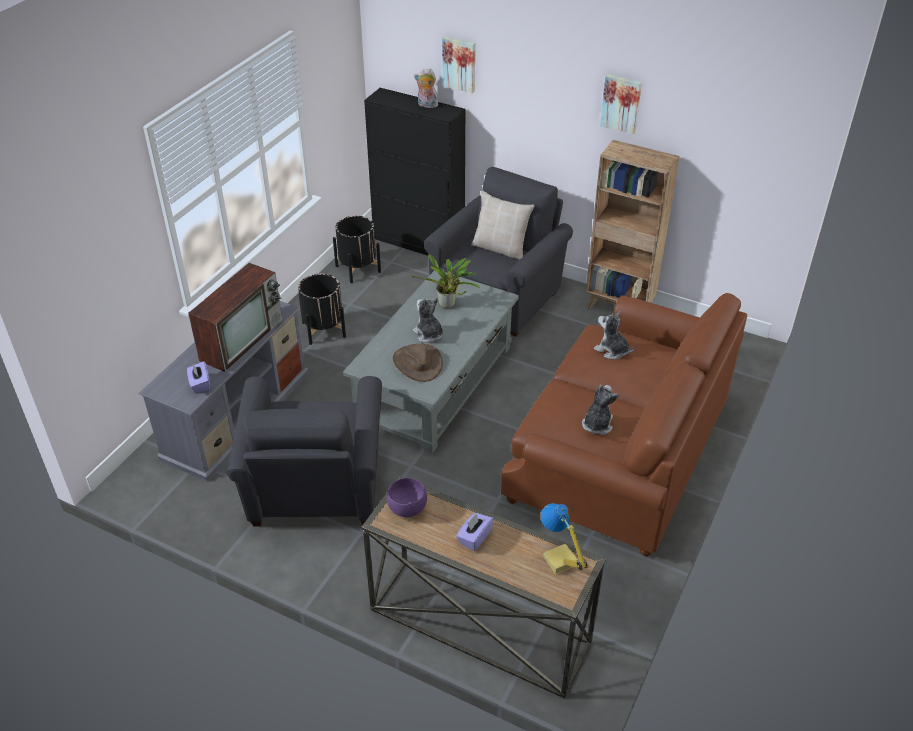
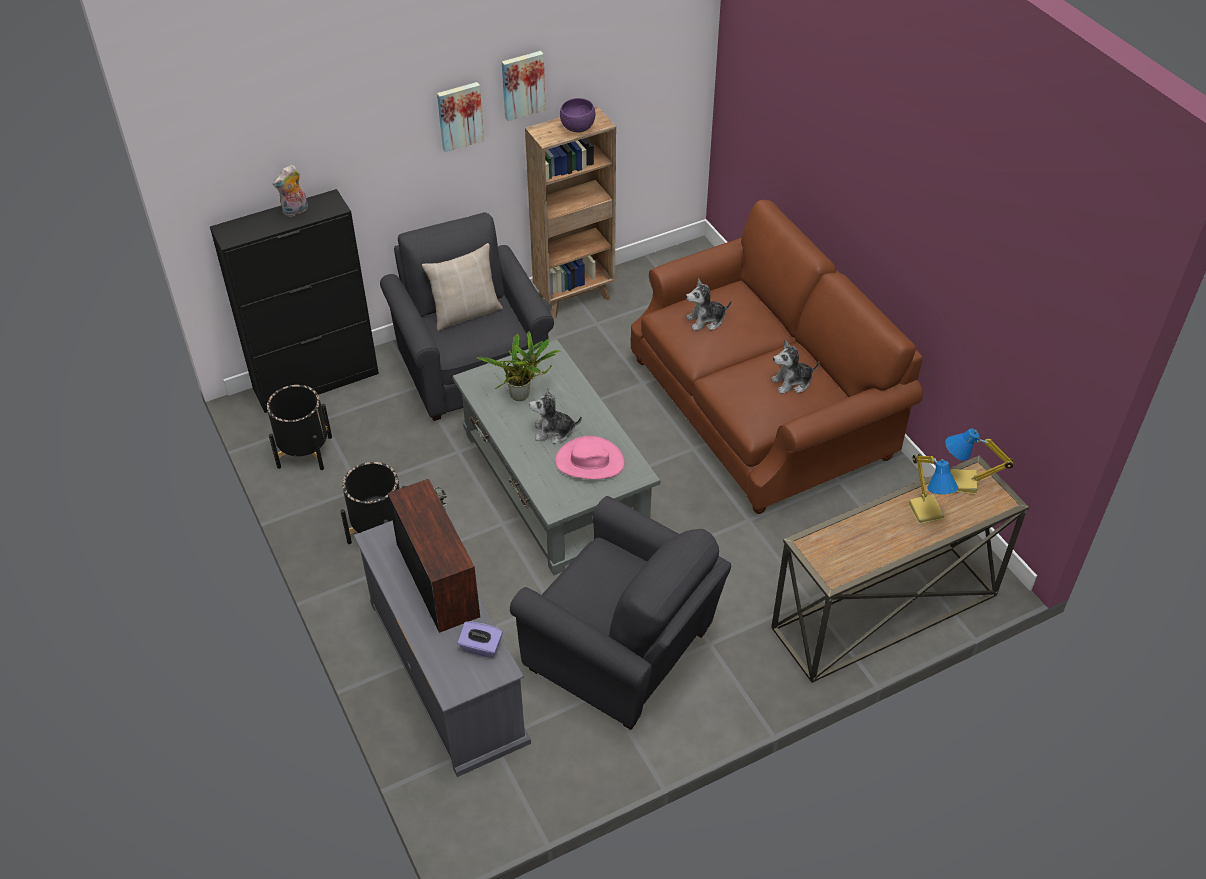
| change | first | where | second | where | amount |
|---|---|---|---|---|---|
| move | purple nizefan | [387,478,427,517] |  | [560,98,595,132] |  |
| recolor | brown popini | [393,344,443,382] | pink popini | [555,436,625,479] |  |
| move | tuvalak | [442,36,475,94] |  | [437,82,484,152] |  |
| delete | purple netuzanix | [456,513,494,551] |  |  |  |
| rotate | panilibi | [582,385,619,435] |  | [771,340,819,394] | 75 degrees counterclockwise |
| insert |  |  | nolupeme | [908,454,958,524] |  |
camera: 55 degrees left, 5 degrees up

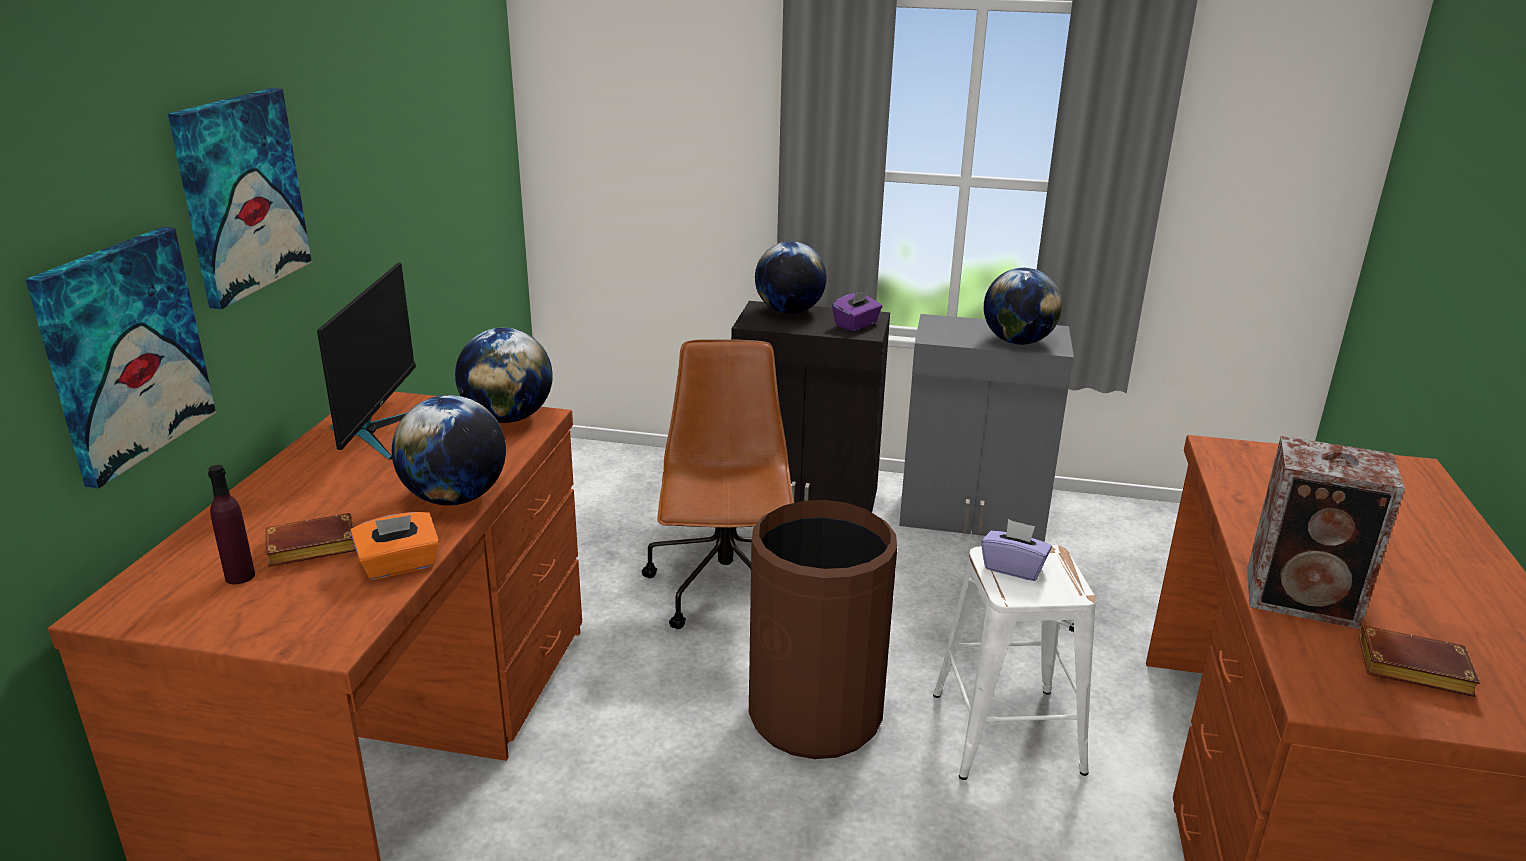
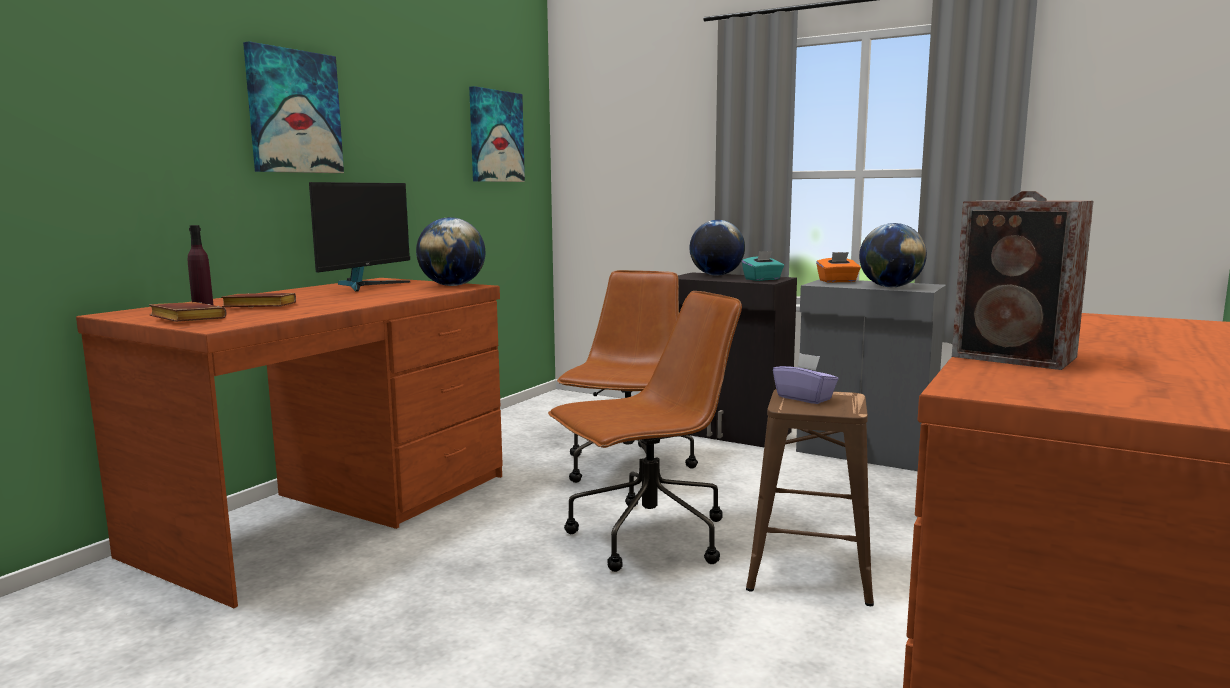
| change | first | where | second | where | amount |
|---|---|---|---|---|---|
| move | tuvalak | [25,227,216,489] |  | [469,86,525,182] |  |
| move | orange netuzanix | [351,512,439,580] |  | [816,252,861,283] |  |
| delete | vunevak | [392,395,506,505] |  |  |  |
| replace | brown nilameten | [749,500,897,759] | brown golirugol | [548,291,742,572] |  |
| recolor | purple netuzanix | [832,290,883,331] | turquoise netuzanix | [742,251,784,281] |  |
| recolor | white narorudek | [933,545,1096,780] | brown narorudek | [746,389,874,606] |  |
| move | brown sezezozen | [1359,625,1480,697] |  | [149,302,227,322] |  |
camera: 20 degrees right, 15 degrees down

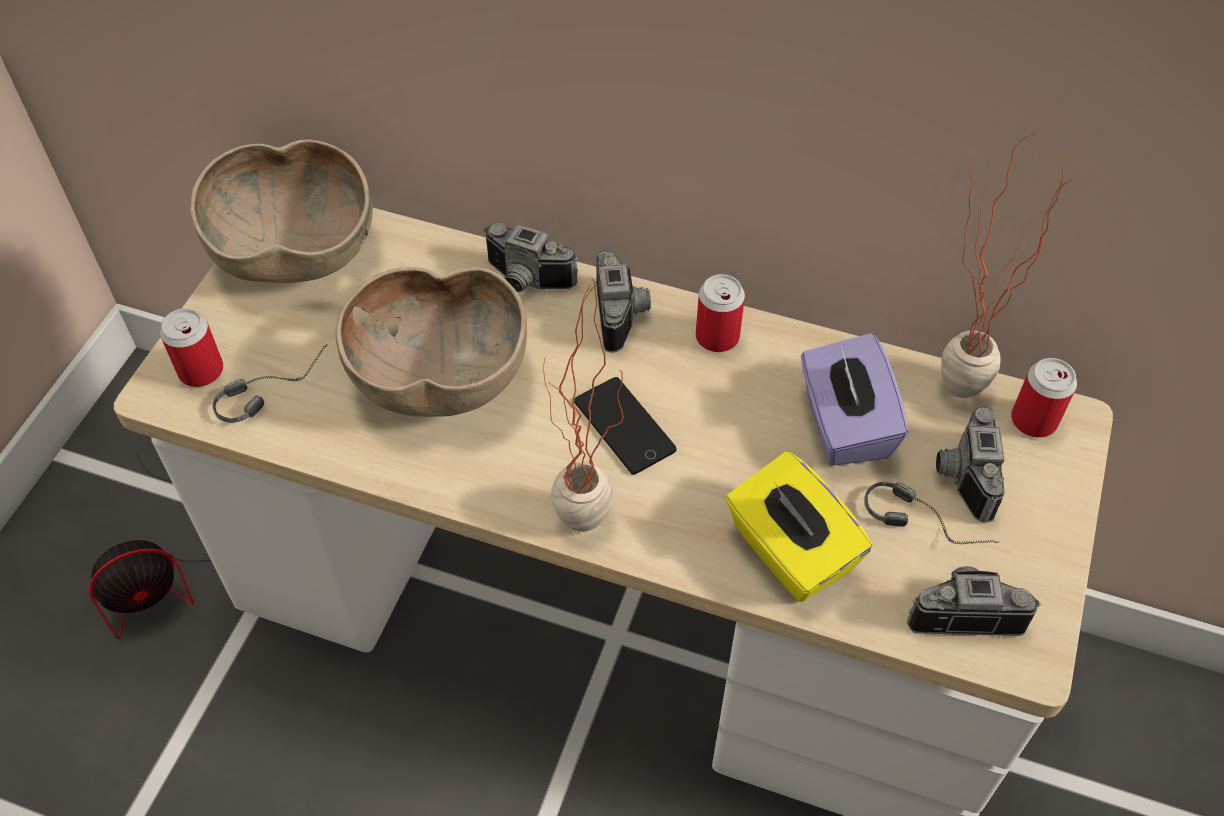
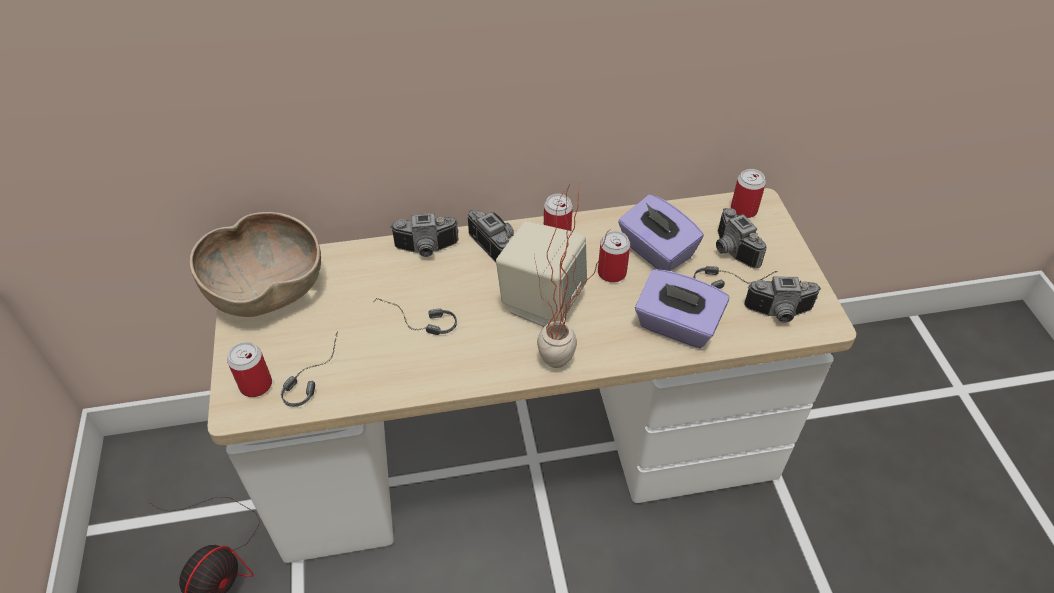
| change | first | where | second | where | amount |
|---|---|---|---|---|---|
| replace | brown nizefan | [336,267,527,417] | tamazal | [375,298,457,335] |  |
| replace | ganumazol | [574,377,677,475] | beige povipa | [496,221,587,327] |  |
| recolor | yellow netuzanix | [725,451,873,602] | purple netuzanix | [635,269,729,348] |  |
| rotate | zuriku | [907,566,1041,636] |  | [744,276,821,323] | 150 degrees counterclockwise |
| delete | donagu | [941,132,1071,398] |  |  |  |
| insert |  |  | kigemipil | [598,231,630,283] |  |
camera: 30 degrees left, 5 degrees down

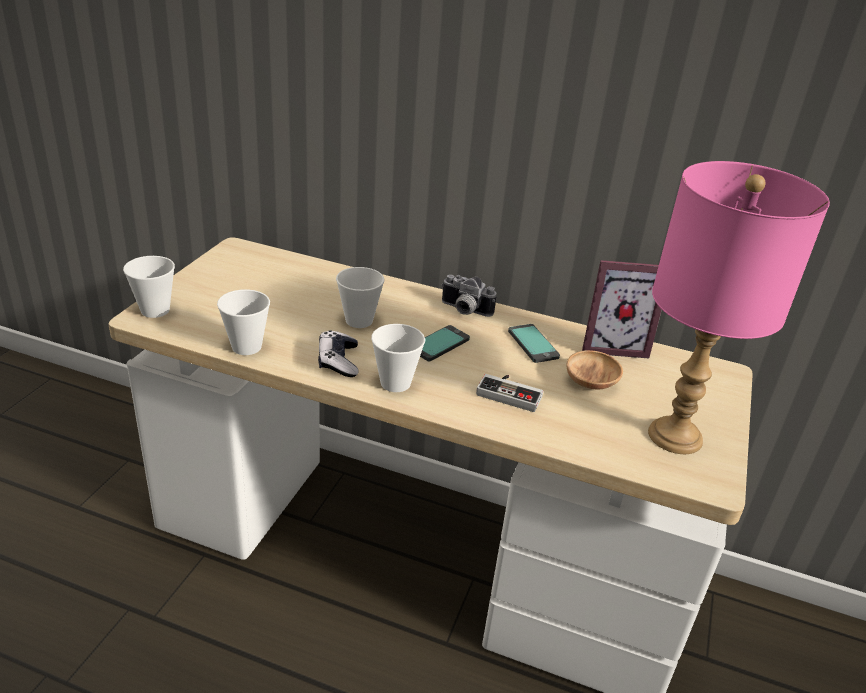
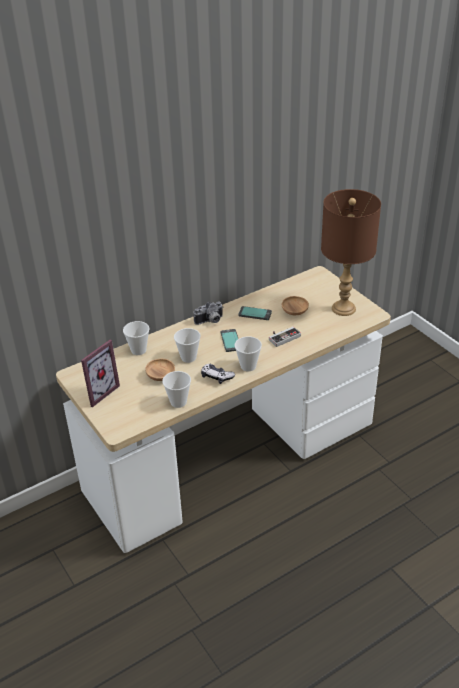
| change | first | where | second | where | amount |
|---|---|---|---|---|---|
| move | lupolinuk | [123,256,175,318] |  | [123,321,149,355] |  |
| move | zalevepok | [582,260,662,358] |  | [81,340,120,407] |  |
| recolor | pink nolupeme | [648,161,830,454] | brown nolupeme | [321,189,381,316] |  |
| insert |  |  | brown nizefan | [145,359,175,381] |  |
camera: 50 degrees left, 5 degrees up

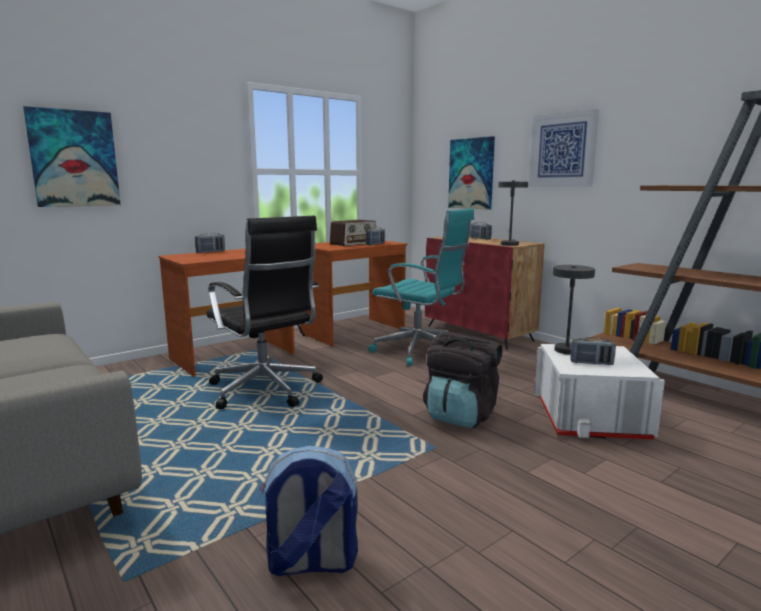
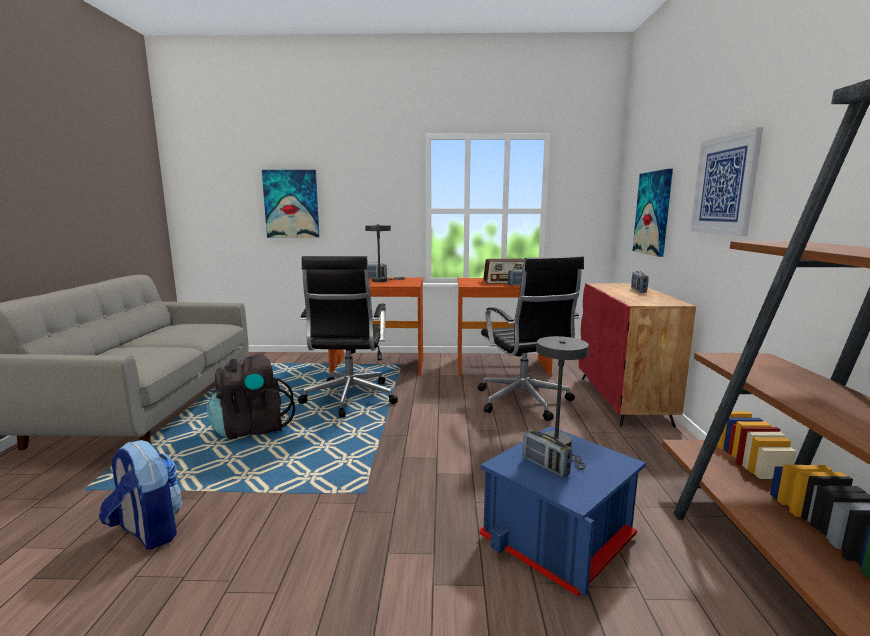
| change | first | where | second | where | amount |
|---|---|---|---|---|---|
| recolor | turquoise golirugol | [368,208,474,366] | black golirugol | [478,256,584,421] |  |
| move | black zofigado | [423,332,502,428] |  | [207,354,295,439] |  |
| move | grey nolupeme | [498,181,528,246] |  | [365,224,405,282] |  |
| recolor | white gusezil | [535,344,665,439] | blue gusezil | [479,426,646,596] |  |
camera: 40 degrees right, 0 degrees up

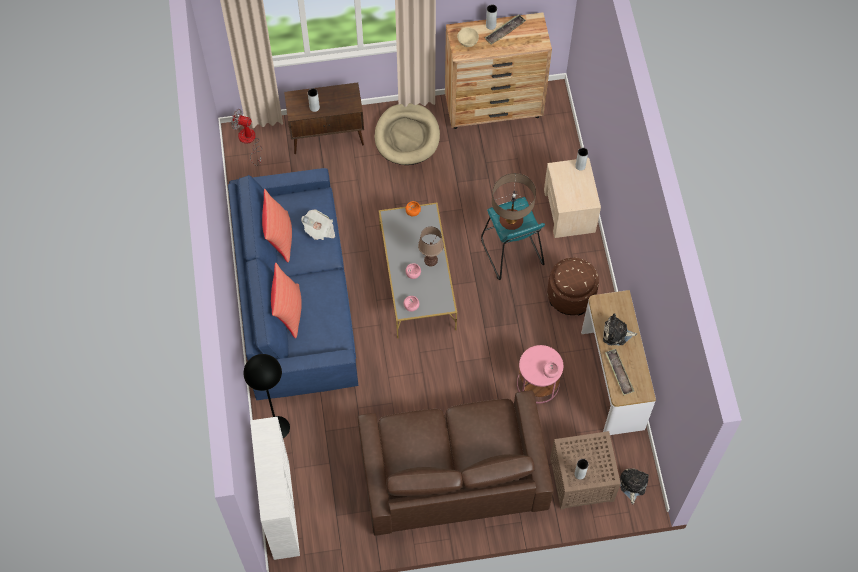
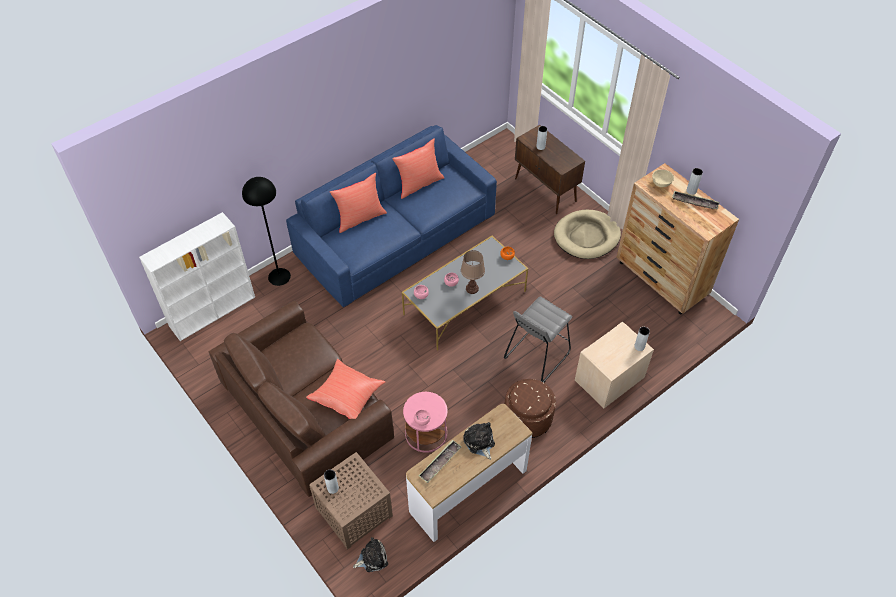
| change | first | where | second | where | amount |
|---|---|---|---|---|---|
| delete | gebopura | [231,109,262,166] |  |  |  |
| delete | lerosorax | [301,210,335,240] |  |  |  |
| recolor | turquoise narorudek | [481,197,545,280] | grey narorudek | [504,296,572,383] |  |
| delete | nolupeme | [492,173,536,230] |  |  |  |
| insert |  |  | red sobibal | [306,359,385,419] |  |
camera: 60 degrees right, 10 degrees down

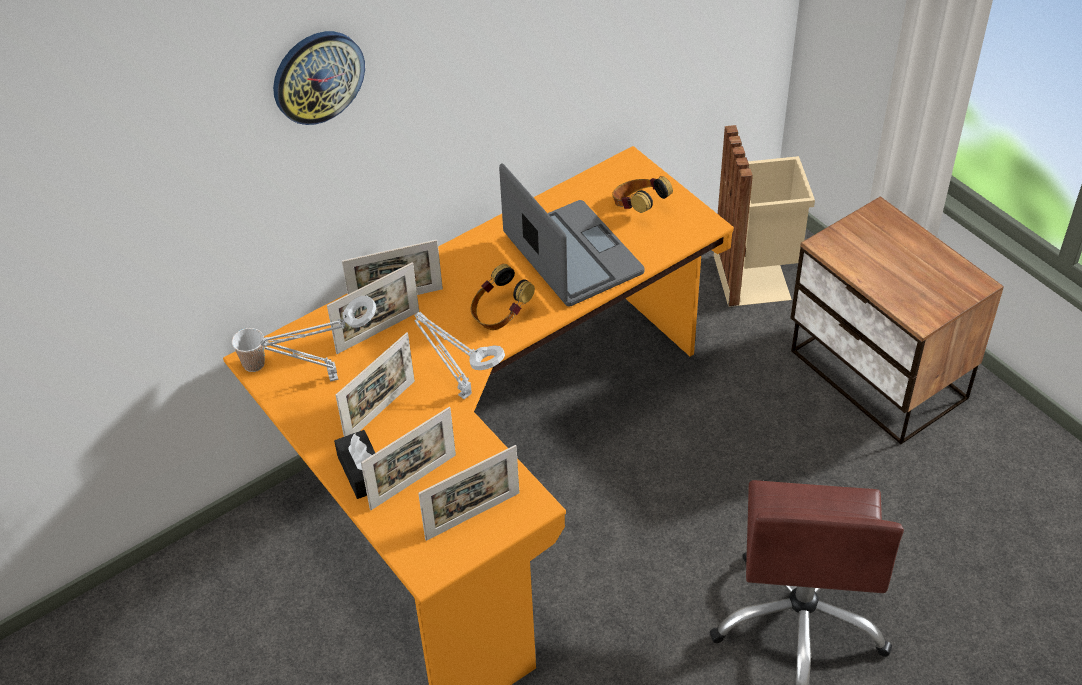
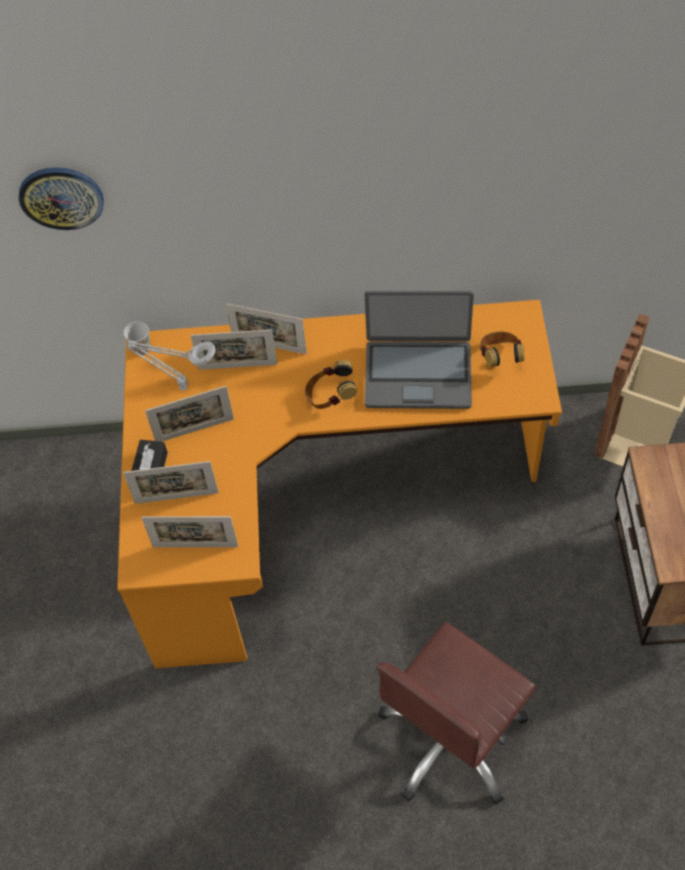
| change | first | where | second | where | amount |
|---|---|---|---|---|---|
| move | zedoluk | [273,31,365,125] |  | [18,167,104,230] |  |
| delete | grey nolupeme | [415,312,505,399] |  |  |  |
| rotate | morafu | [499,163,645,307] |  | [365,291,474,409] | 90 degrees clockwise |
camera: 35 degrees right, 10 degrees up

